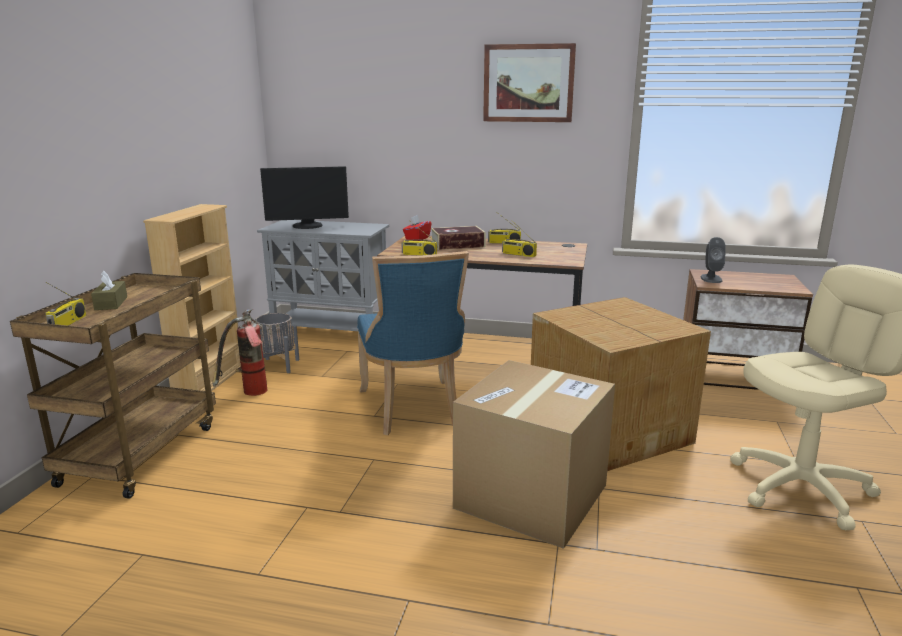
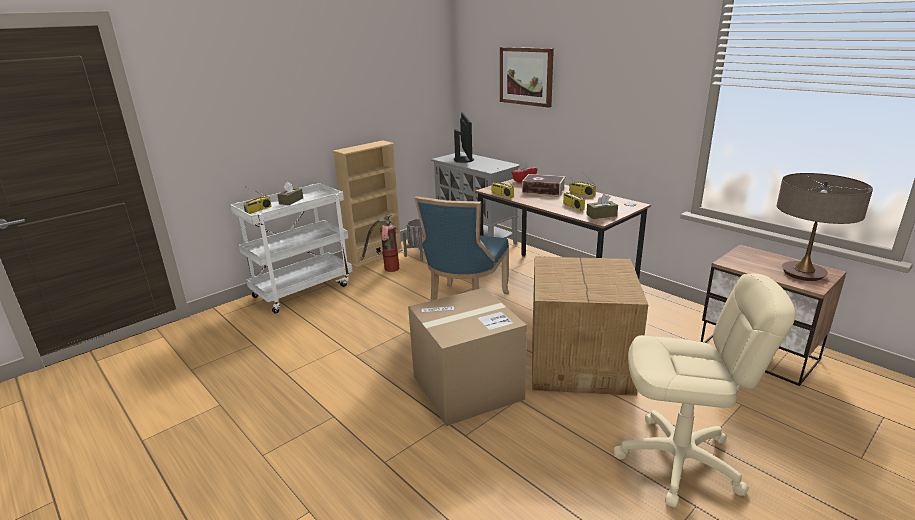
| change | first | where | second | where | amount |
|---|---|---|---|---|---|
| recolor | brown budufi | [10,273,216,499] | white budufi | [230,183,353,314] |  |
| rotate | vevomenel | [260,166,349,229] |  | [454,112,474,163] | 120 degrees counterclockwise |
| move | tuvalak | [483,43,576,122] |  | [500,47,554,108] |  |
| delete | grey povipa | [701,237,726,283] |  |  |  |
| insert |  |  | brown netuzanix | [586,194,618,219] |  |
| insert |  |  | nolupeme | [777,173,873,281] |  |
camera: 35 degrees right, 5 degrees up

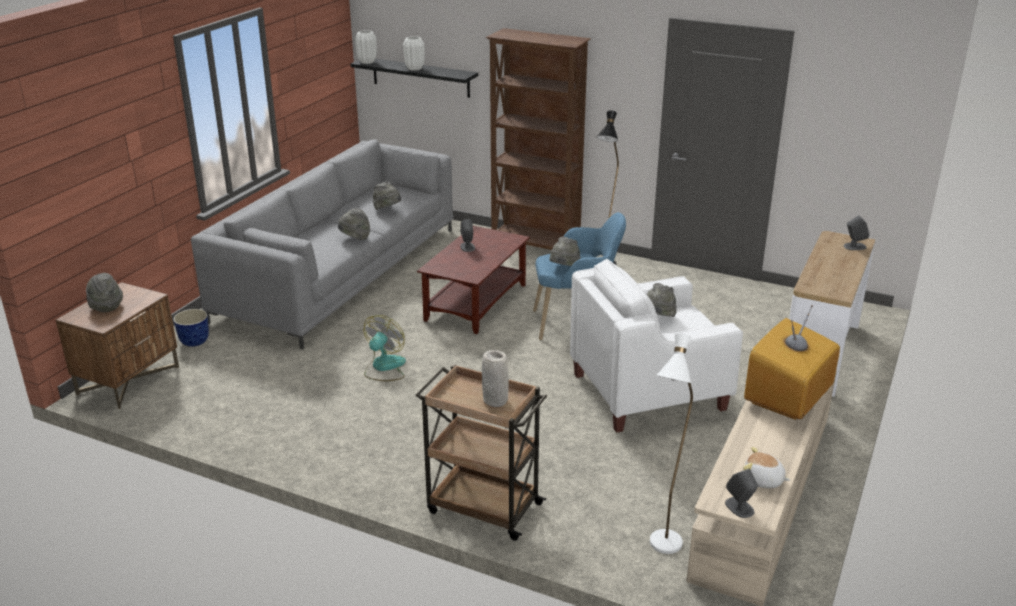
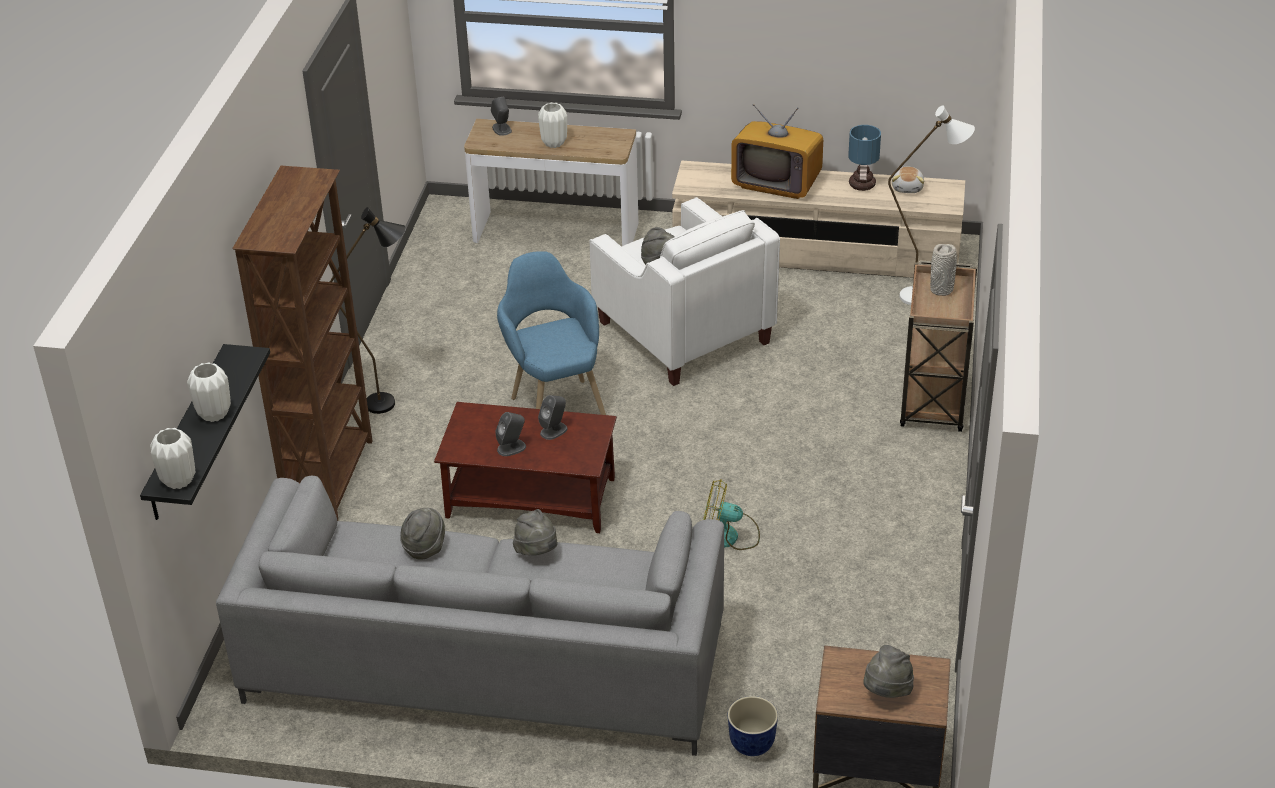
| change | first | where | second | where | amount |
|---|---|---|---|---|---|
| delete | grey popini | [550,236,581,266] |  |  |  |
| move | grey povipa | [725,468,758,518] |  | [538,395,568,440] |  |
| insert |  |  | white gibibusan | [538,103,567,148] |  |
| insert |  |  | nolupeme | [848,125,881,191] |  |
camera: 105 degrees left, 10 degrees up

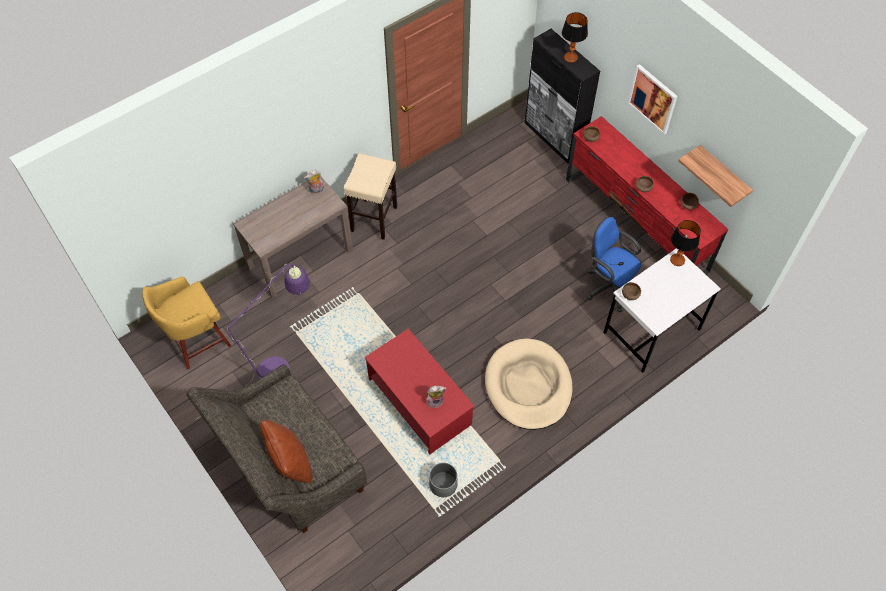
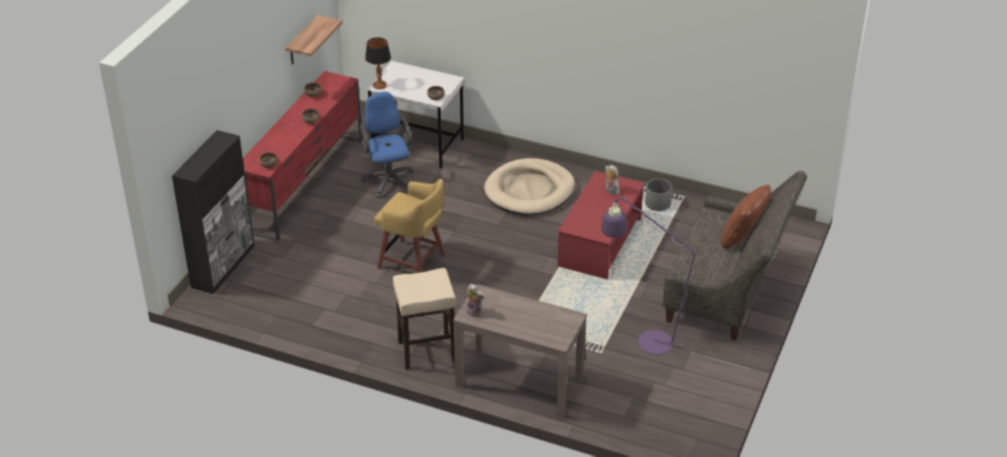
| change | first | where | second | where | amount |
|---|---|---|---|---|---|
| move | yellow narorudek | [142,277,231,369] |  | [374,179,445,273] |  |
| delete | nolupeme | [562,12,588,63] |  |  |  |
| rotate | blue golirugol | [587,216,641,312] |  | [360,92,414,198] | 150 degrees clockwise |
| delete | tuvalak | [628,64,678,134] |  |  |  |
camera: 120 degrees left, 20 degrees down

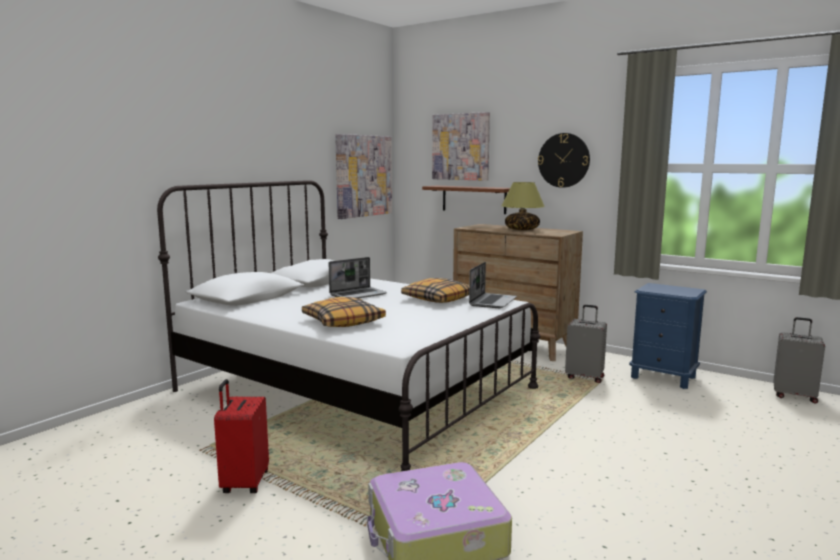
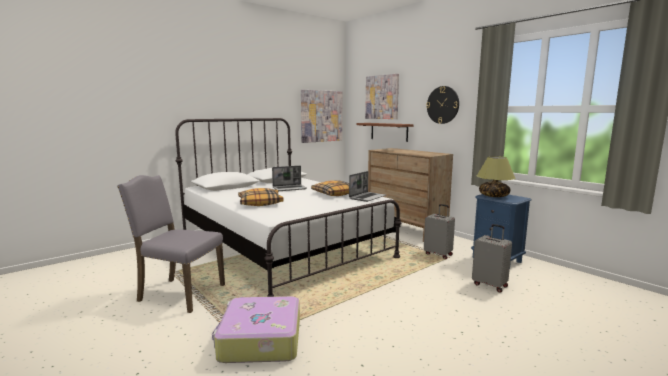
| change | first | where | second | where | amount |
|---|---|---|---|---|---|
| replace | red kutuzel | [214,379,269,493] | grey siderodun | [117,175,225,313] |  |
| move | nolupeme | [502,182,545,230] |  | [477,156,516,197] |  |
| move | grey kutuzel | [773,317,825,404] |  | [472,224,512,293] |  |
camera: 15 degrees right, 0 degrees up

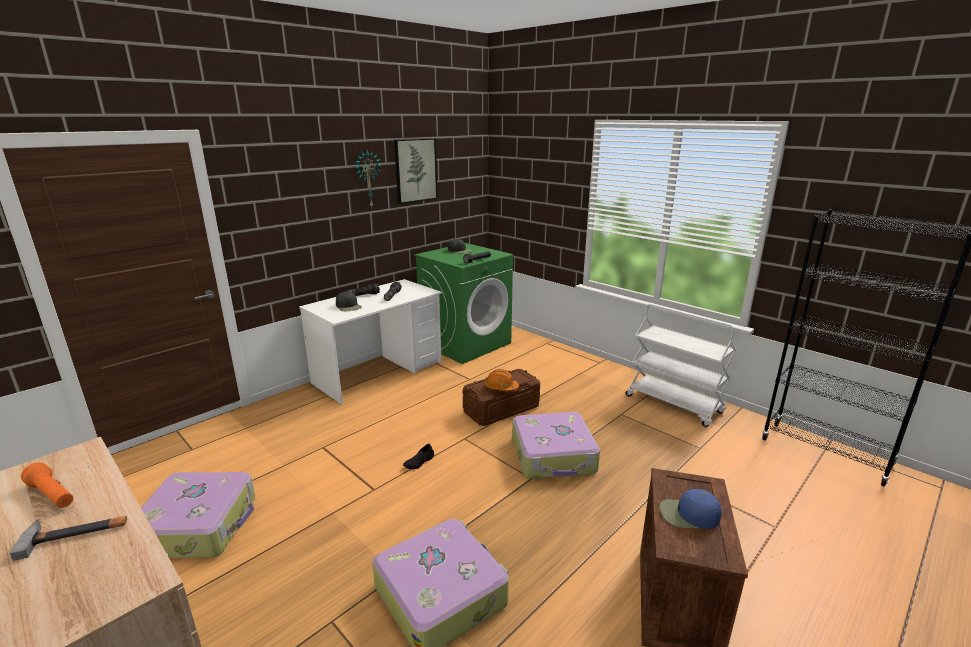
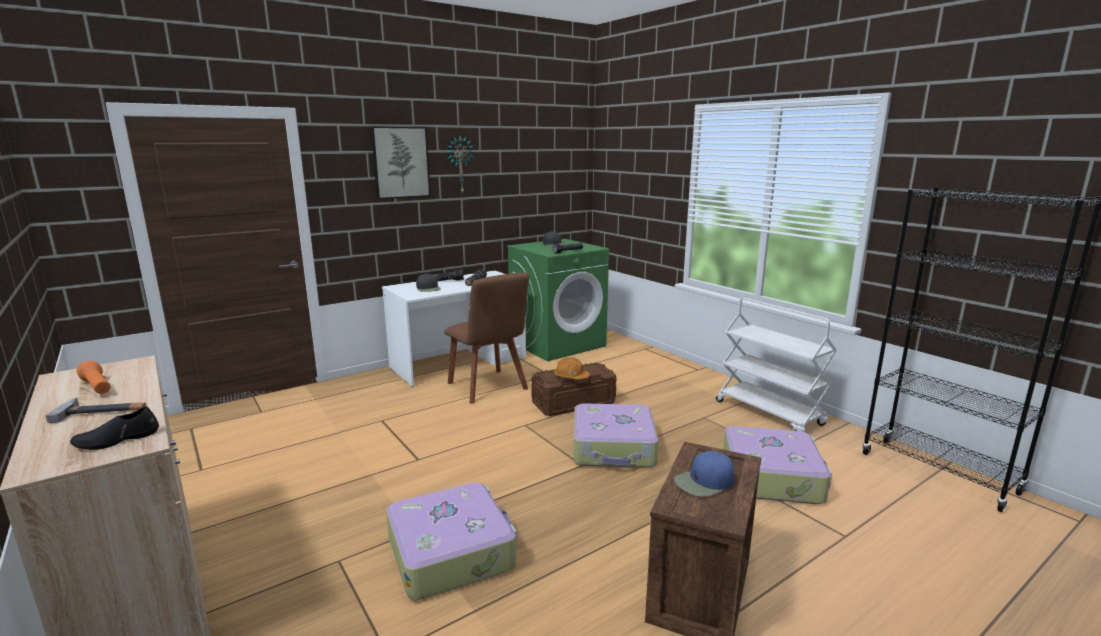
| change | first | where | second | where | amount |
|---|---|---|---|---|---|
| move | kutuzel | [141,472,255,558] |  | [723,426,832,504] |  |
| move | tuvalak | [394,138,438,204] |  | [371,127,431,199] |  |
| move | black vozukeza | [403,444,434,469] |  | [70,406,159,450] |  |
| rotate | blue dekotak | [660,489,722,529] |  | [674,451,734,497] | 45 degrees counterclockwise |
| insert |  |  | brown siderodun | [444,272,529,404] |  |
camera: 10 degrees right, 5 degrees down

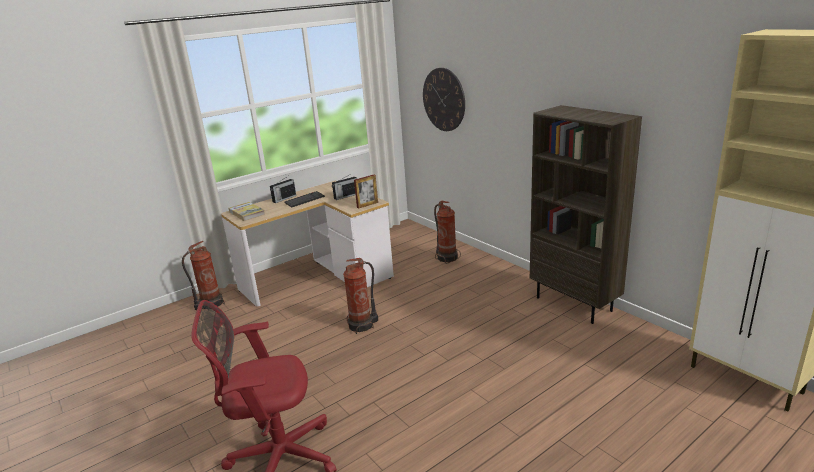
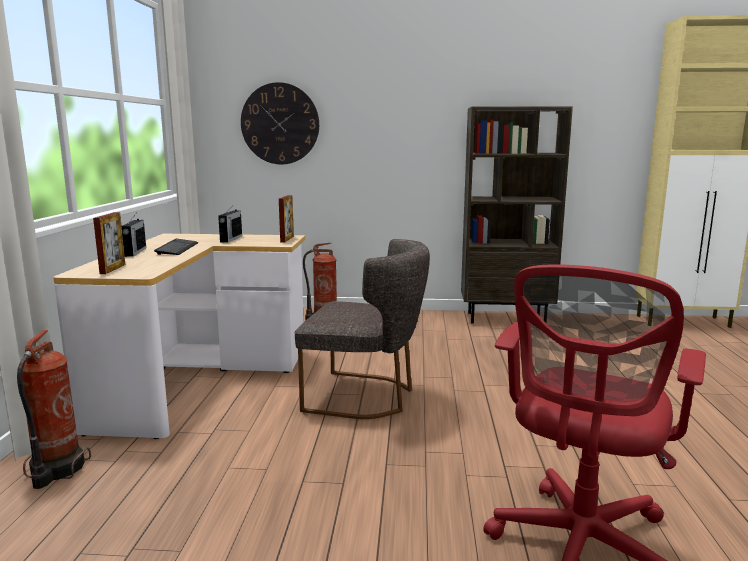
| change | first | where | second | where | amount |
|---|---|---|---|---|---|
| replace | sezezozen | [229,202,265,221] | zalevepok | [93,212,125,274] |  |
| replace | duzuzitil | [343,258,378,334] | grey siderodun | [295,239,430,419] |  |
camera: 50 degrees left, 10 degrees down

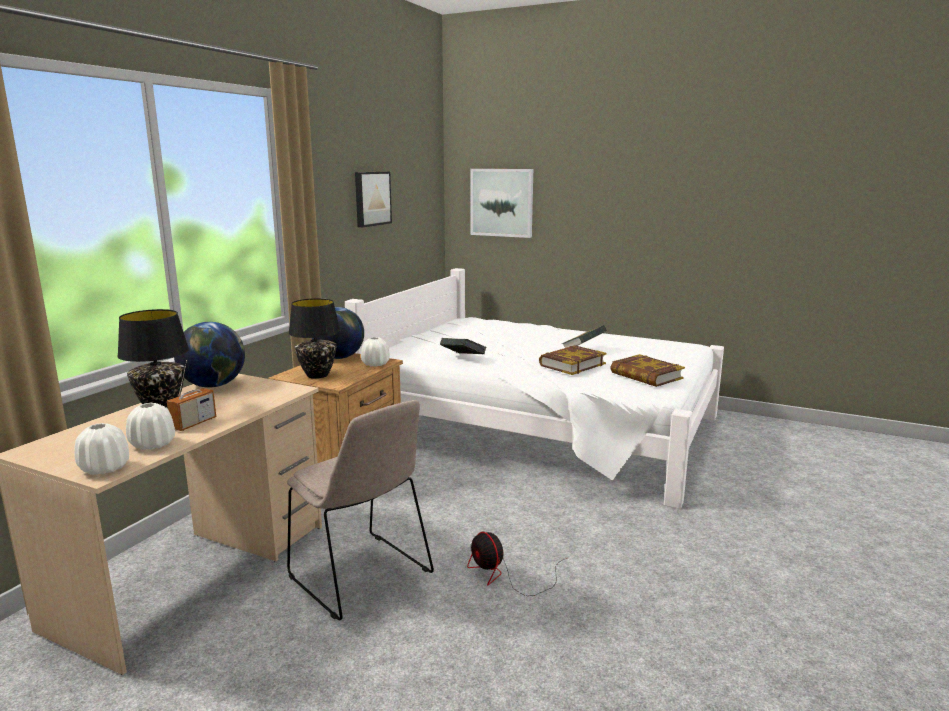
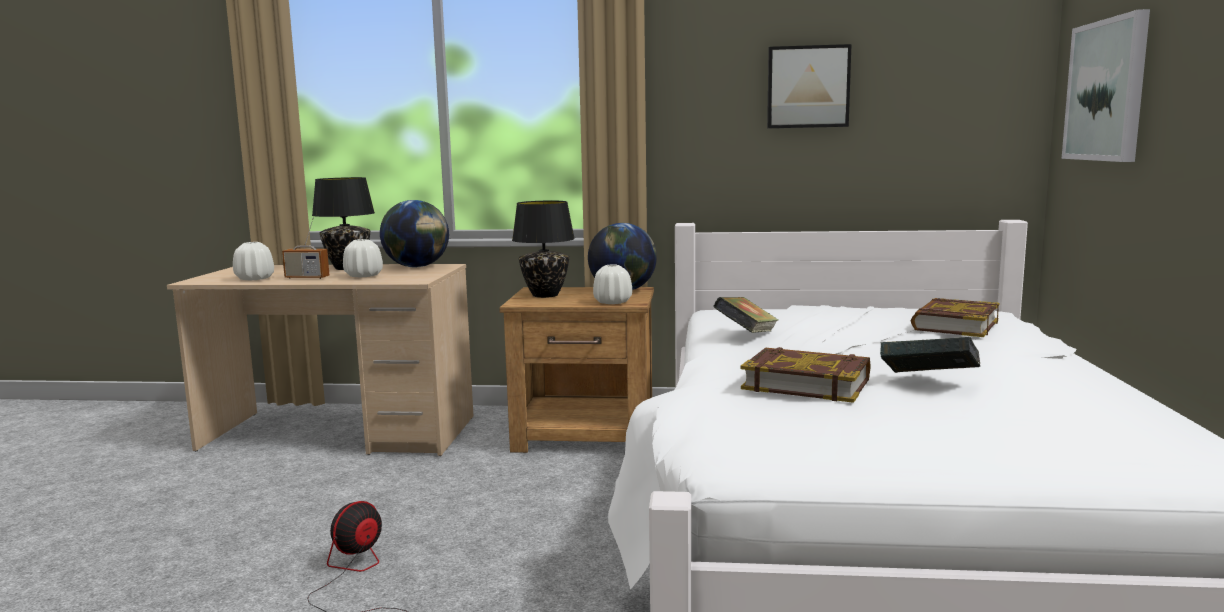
| change | first | where | second | where | amount |
|---|---|---|---|---|---|
| move | white gibibusan | [74,423,129,475] |  | [343,239,383,278] |  |
| delete | beige siderodun | [287,400,434,621] |  |  |  |
| move | sezezozen | [610,354,685,387] |  | [911,298,999,337] |  |
camera: 70 degrees right, 5 degrees down

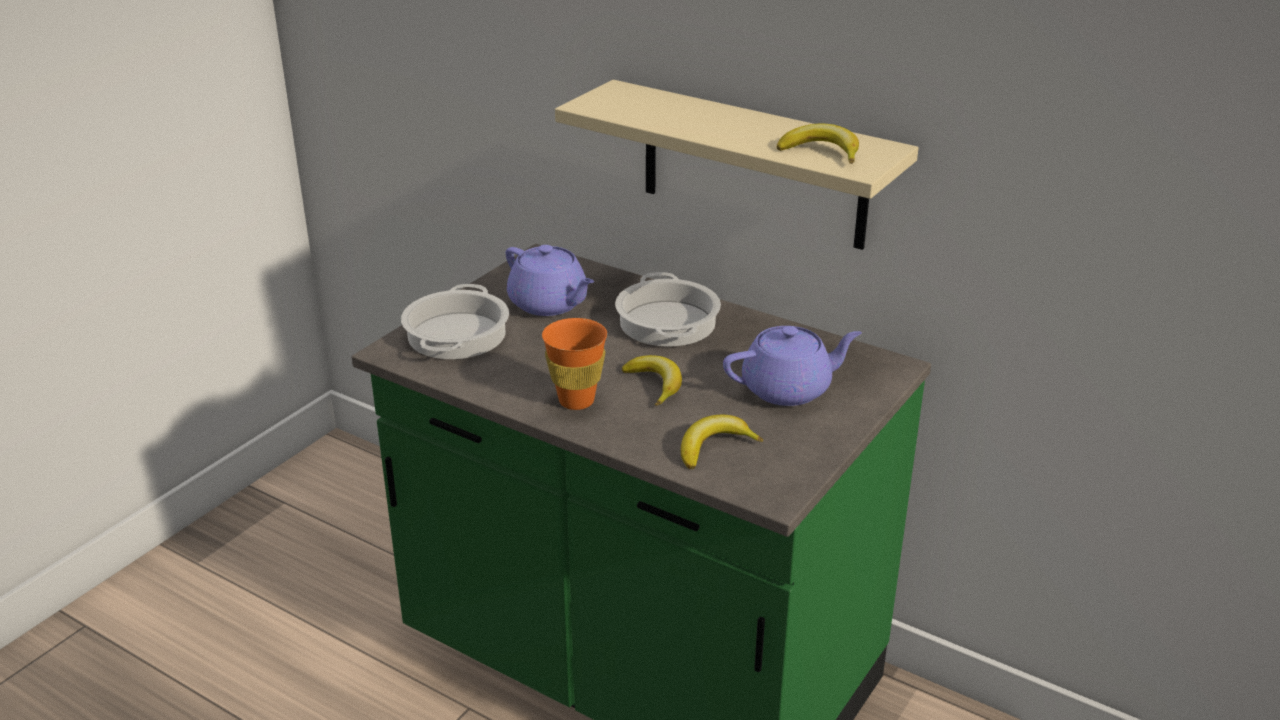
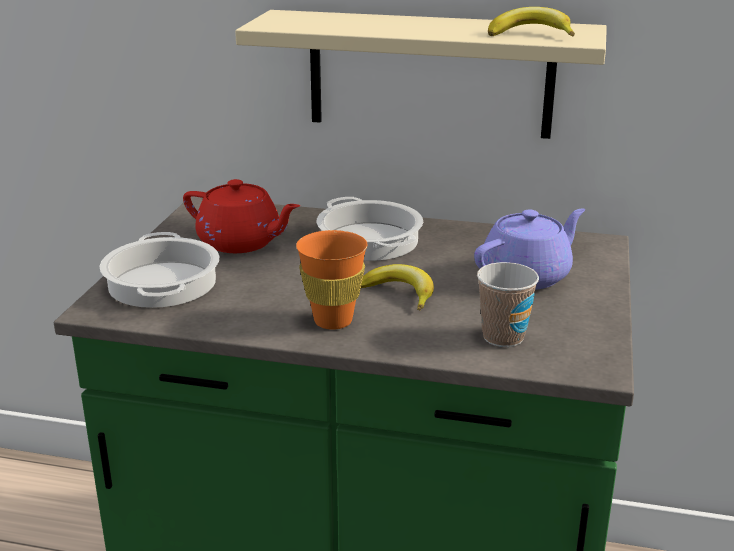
| change | first | where | second | where | amount |
|---|---|---|---|---|---|
| recolor | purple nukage | [506,245,594,316] | red nukage | [183,179,300,253] |  |
| replace | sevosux | [681,415,763,469] | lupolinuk | [477,262,539,347] |  |
camera: 20 degrees left, 5 degrees down

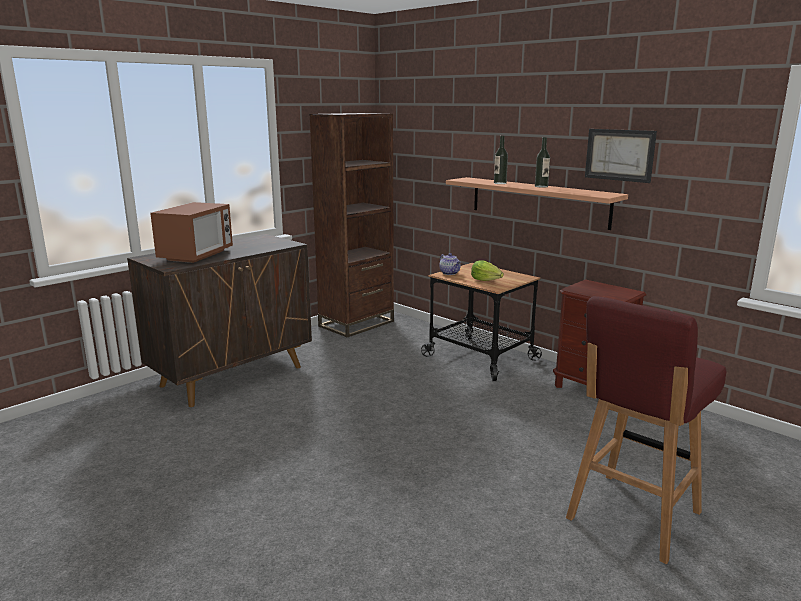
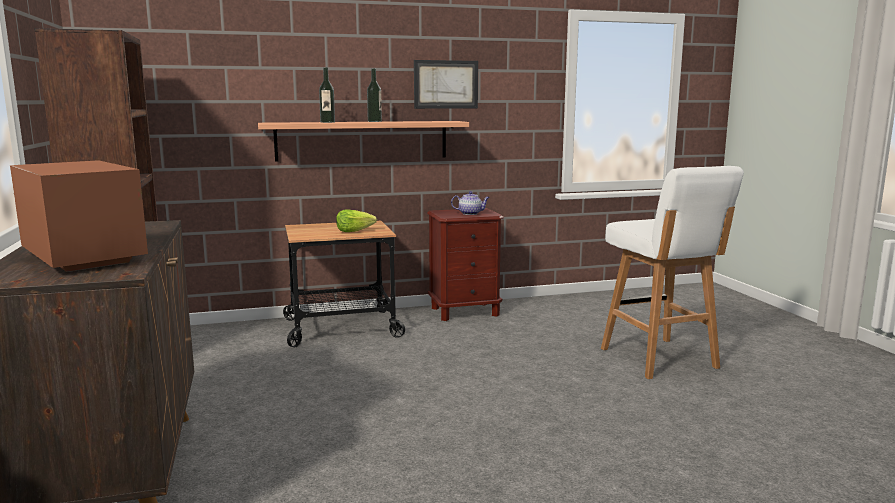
| change | first | where | second | where | amount |
|---|---|---|---|---|---|
| move | nukage | [439,253,461,275] |  | [451,191,490,215] |  |
| recolor | red narorudek | [566,296,726,564] | white narorudek | [601,166,744,379] |  |
camera: 60 degrees left, 5 degrees down

